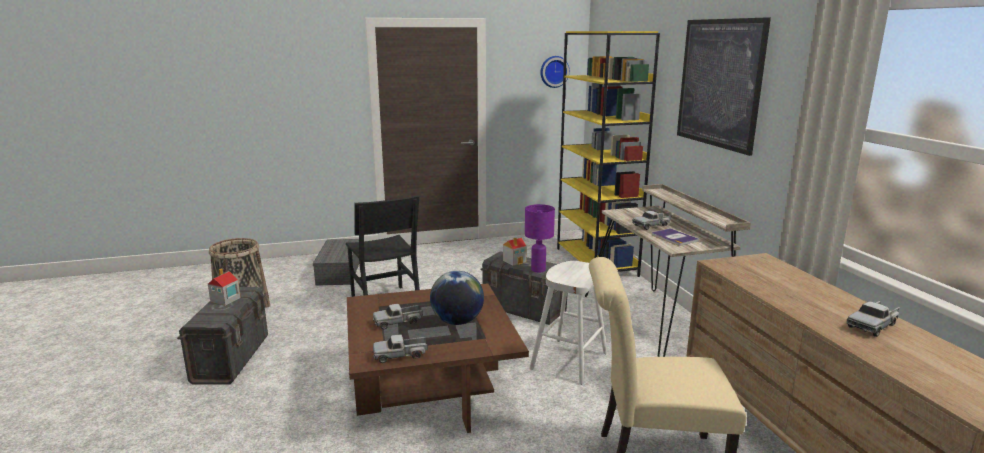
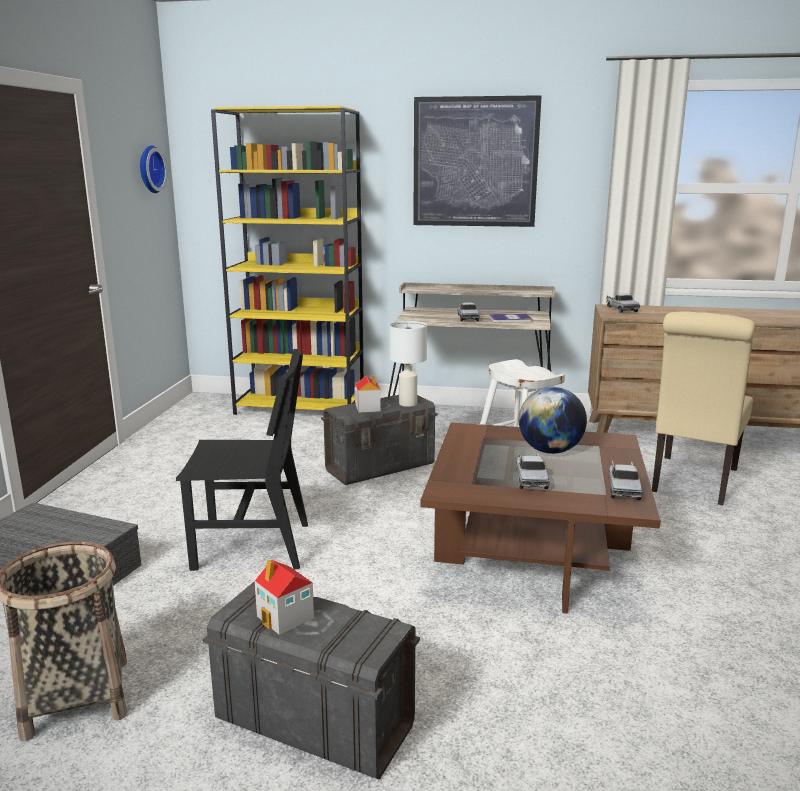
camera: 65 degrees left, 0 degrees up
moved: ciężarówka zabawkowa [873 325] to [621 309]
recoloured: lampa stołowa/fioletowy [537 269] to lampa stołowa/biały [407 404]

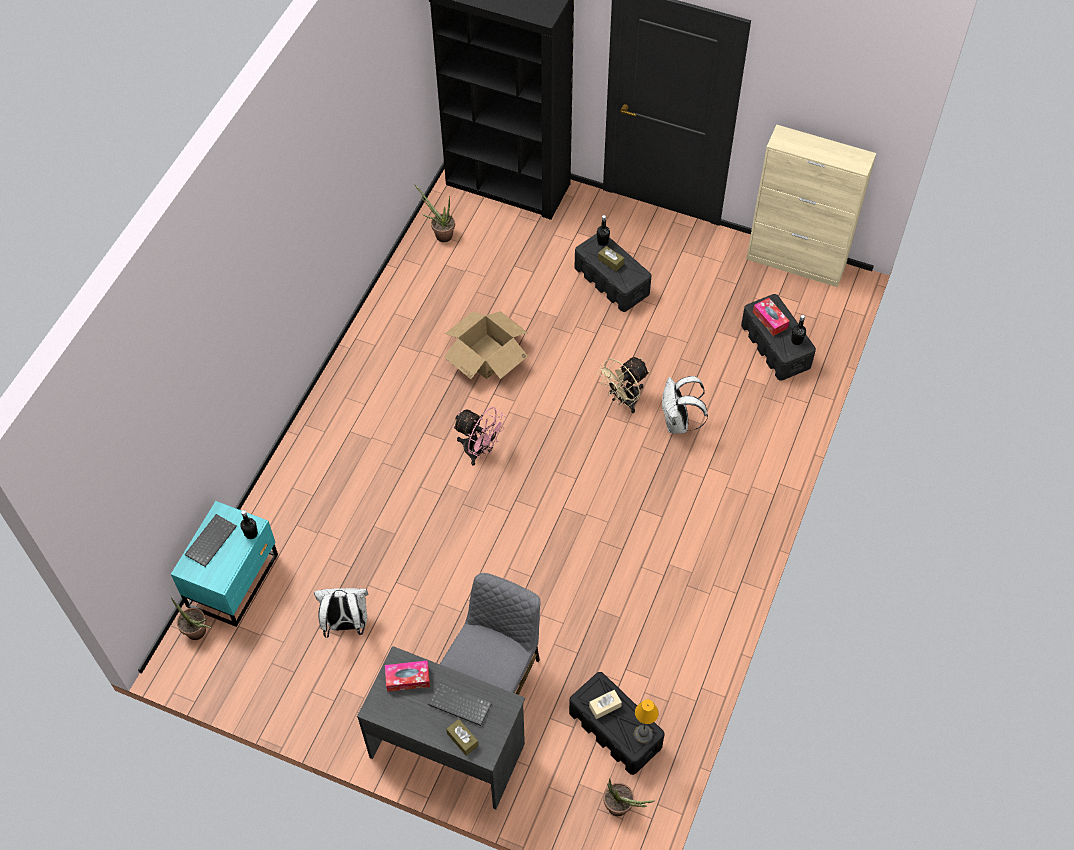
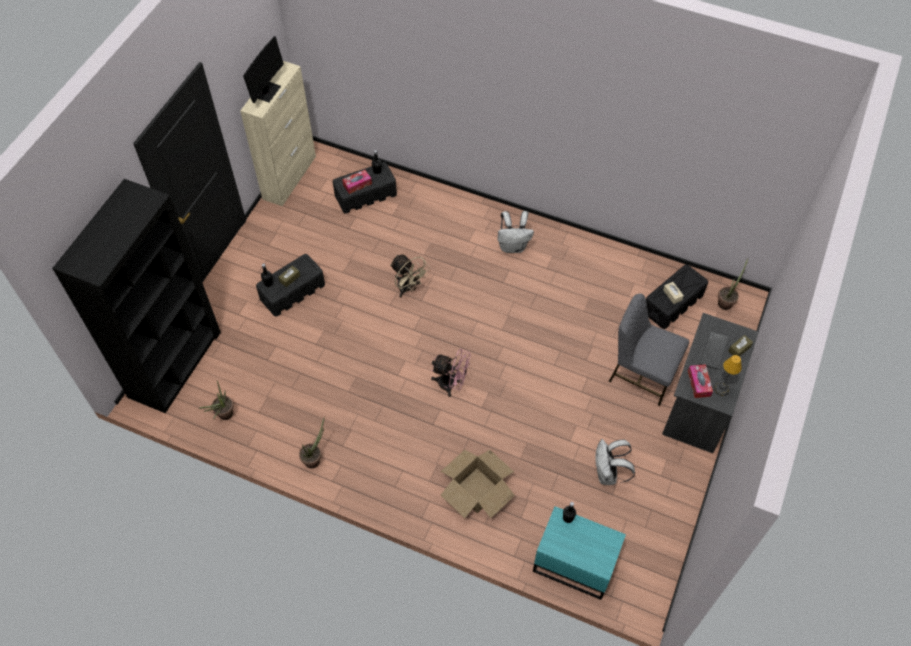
camera: 90 degrees left, 0 degrees up
removed: klawiatura [210 540]
added: monitor [266 91]
moved: roślina doniczkowa [199 634] to [314 458]; karton [487 356] to [477 490]; lampa stołowa [642 735] to [722 389]; plecak/biały [678 423] to [513 246]
turned: wentylator/różowy [479 451] = [451 384] 75 degrees clockwise

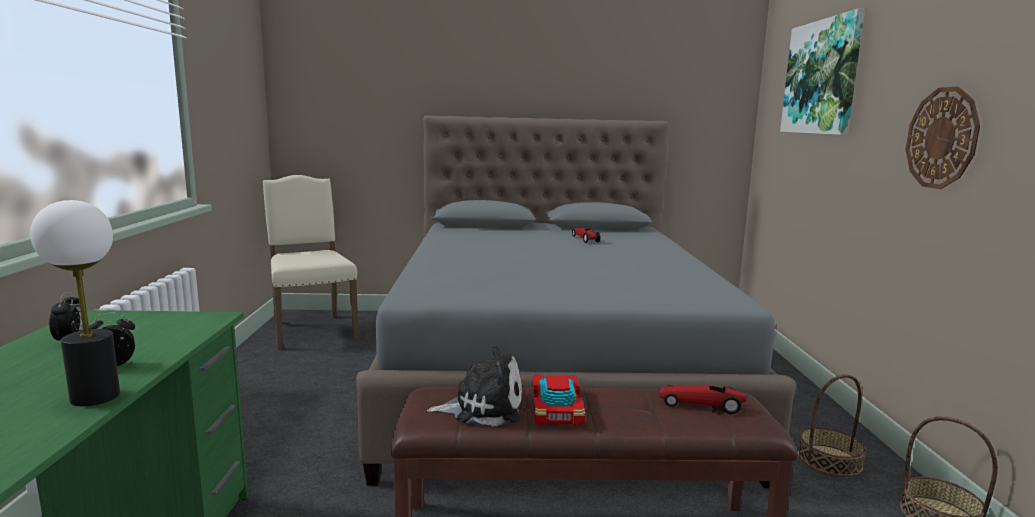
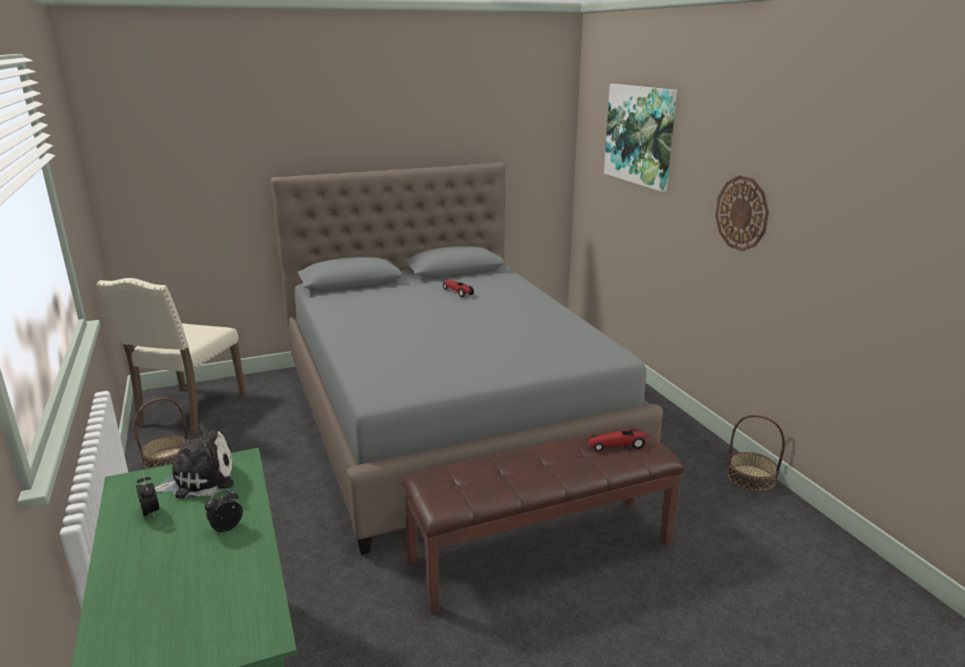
camera: 20 degrees left, 10 degrees up
removed: lampa stołowa [96 396]; samochodzik [557 407]
moved: pluszak [483 408] to [199 479]; koszyk [829 460] to [167 459]
turned: krzesło/beżowy [311 330] = [189 411] 120 degrees counterclockwise

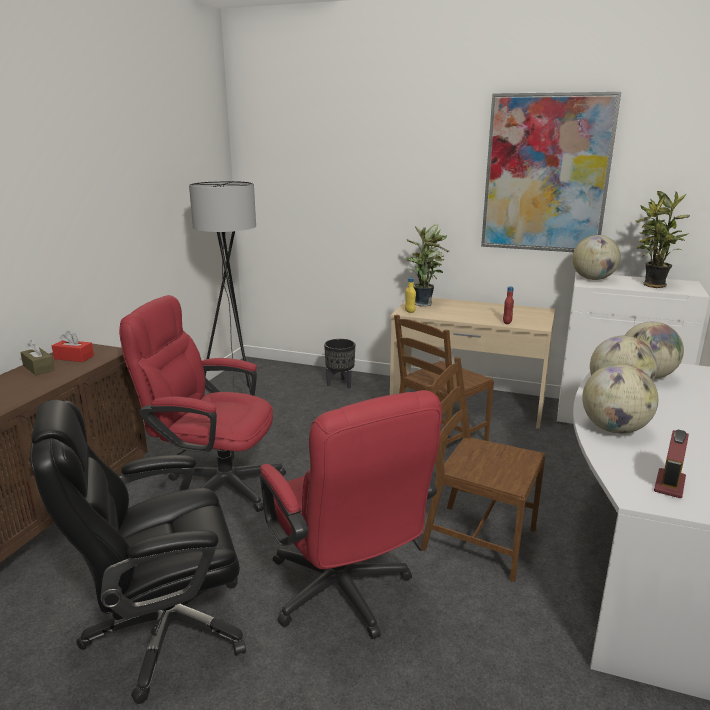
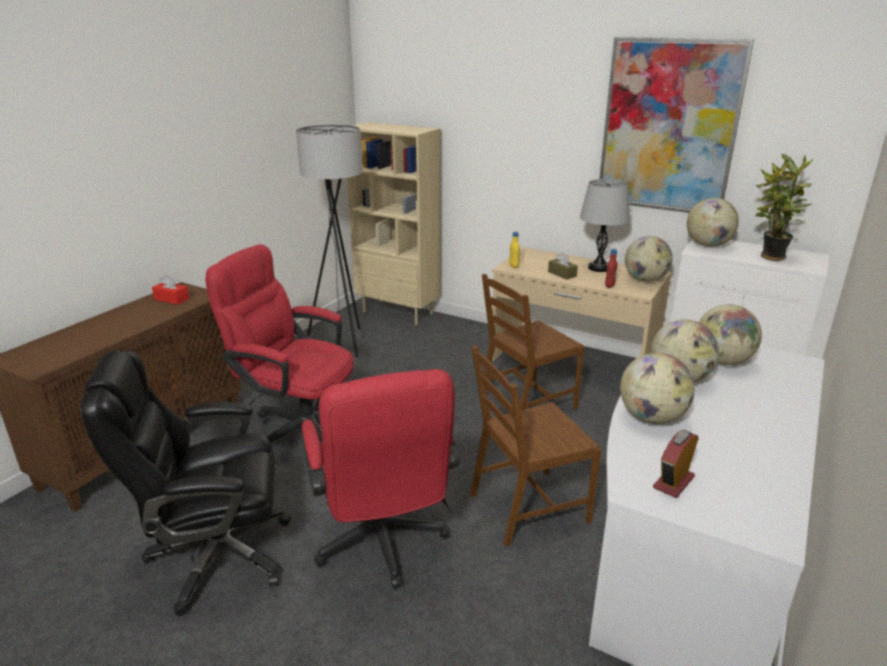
camera: 10 degrees right, 5 degrees up
removed: donica/czarny [339 384]; roślina doniczkowa [424 303]
added: regał/beżowy [398 312]; lampa stołowa/szary [599 268]; globus [645 280]
moved: pudełko chusteczek/brązowy [38 368] to [562 274]
turned: krzesło/brązowy [477 540] = [527 507] 60 degrees counterclockwise

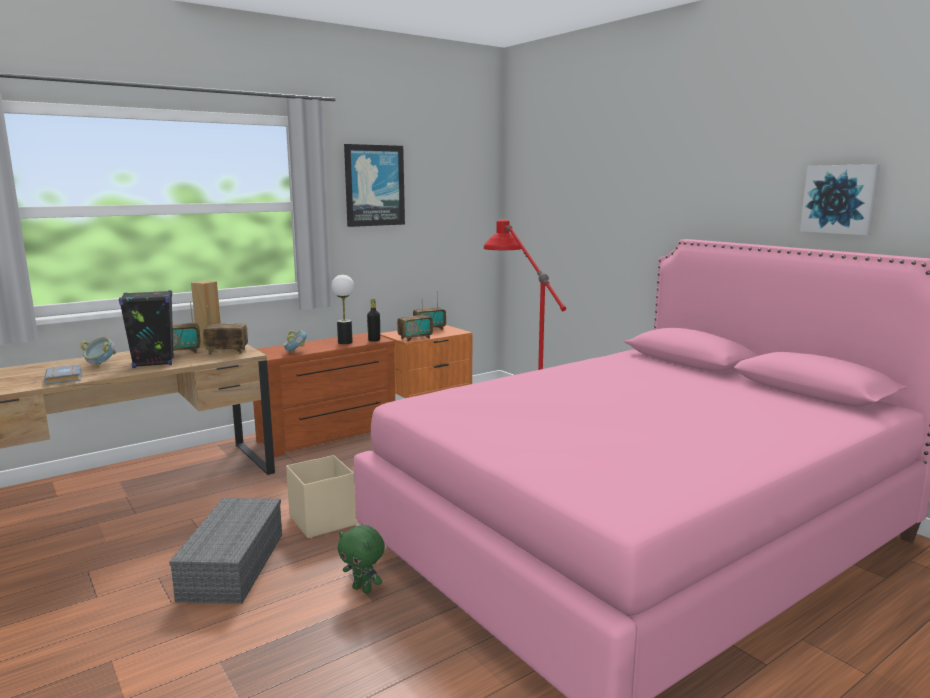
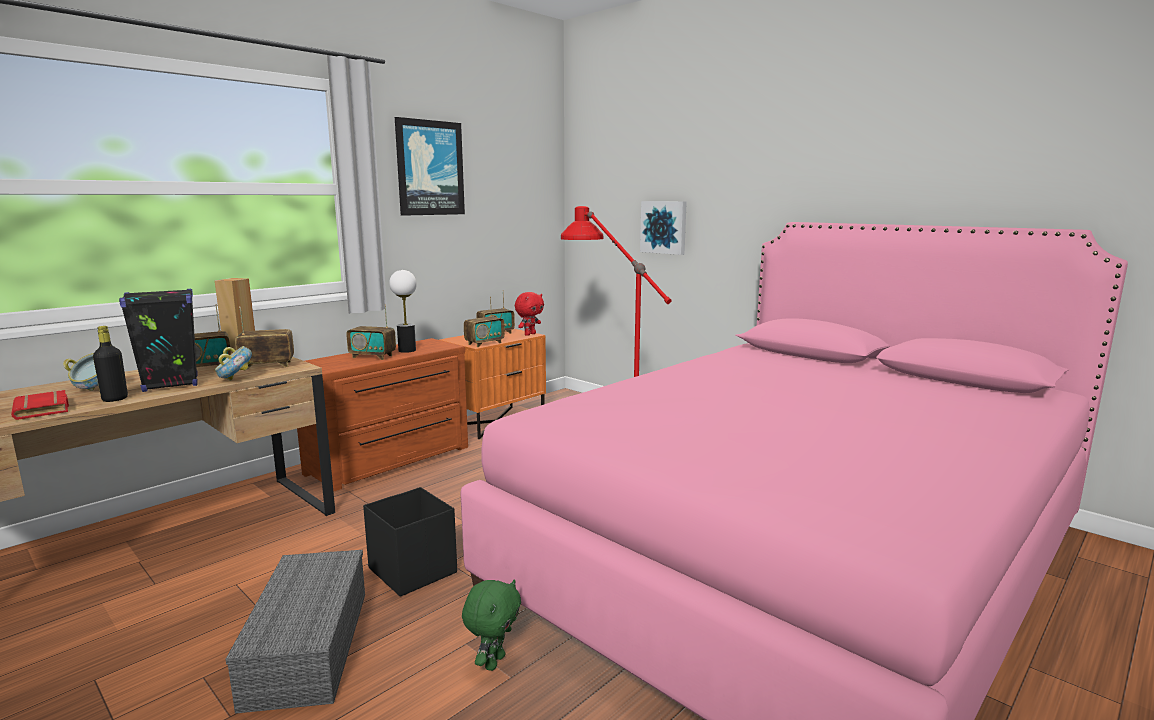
camera: 10 degrees left, 0 degrees up
added: radio [372 356]; pluszak/czerwony [529 334]
moved: miska [295 352] to [235 380]; butelka/czarny [374 340] to [115 399]; obraz [840 199] to [664 227]
recoloured: książka/szary [65 378] to książka/czerwony [44 409]; pojemnik do przechowywania/beżowy [322 520] to pojemnik do przechowywania/czarny [412 570]
turned: pluszak/zielony [363 589] = [493 662] 90 degrees counterclockwise

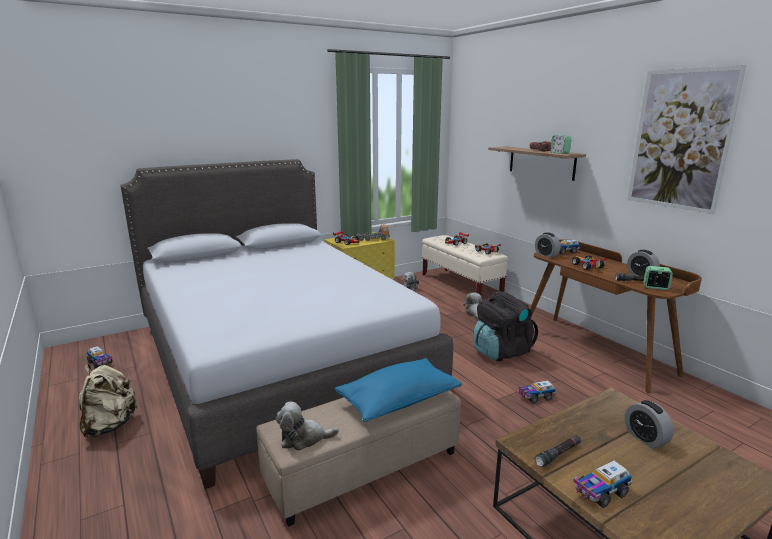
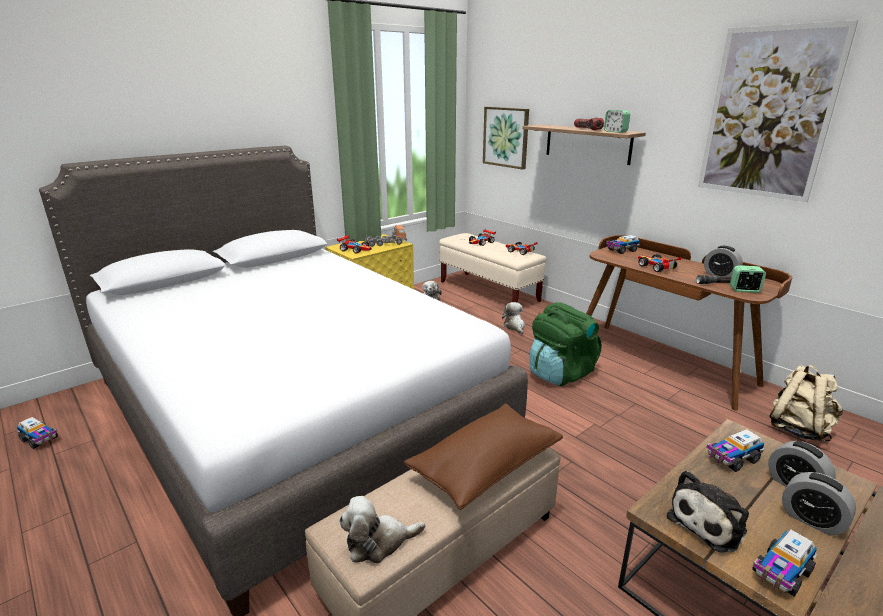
camera: 10 degrees left, 5 degrees up
added: obraz [506 137]
moved: plecak/beżowy [110 425] to [798 429]; ciężarówka zabawkowa [535 397] to [732 458]; budzik [546 255] to [811 520]
replaced: latarka/czarny [558 454] to pluszak [709 523]
recoloured: poduszka/niebieski [398 401] to poduszka/brązowy [485 467]; plecak/czarny [501 351] to plecak/zielony [560 373]

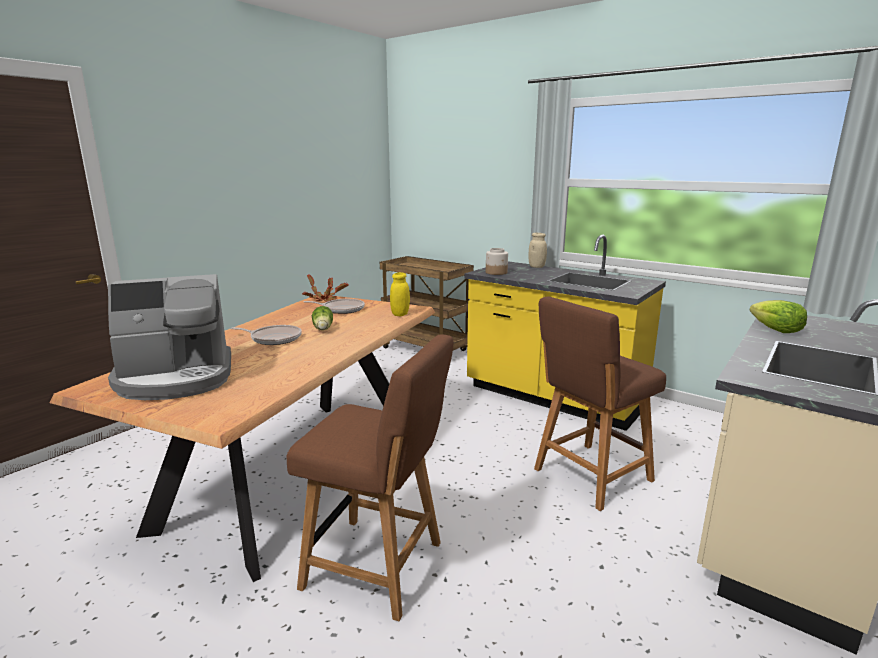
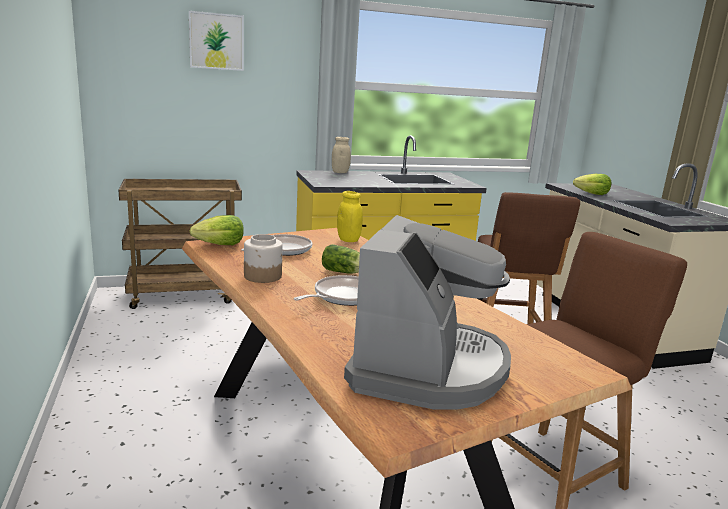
camera: 55 degrees left, 0 degrees up
added: obraz [216 41]
moved: słoik [496 272] to [263 276]
replaced: roślina doniczkowa [324 299] to sałata [220 245]

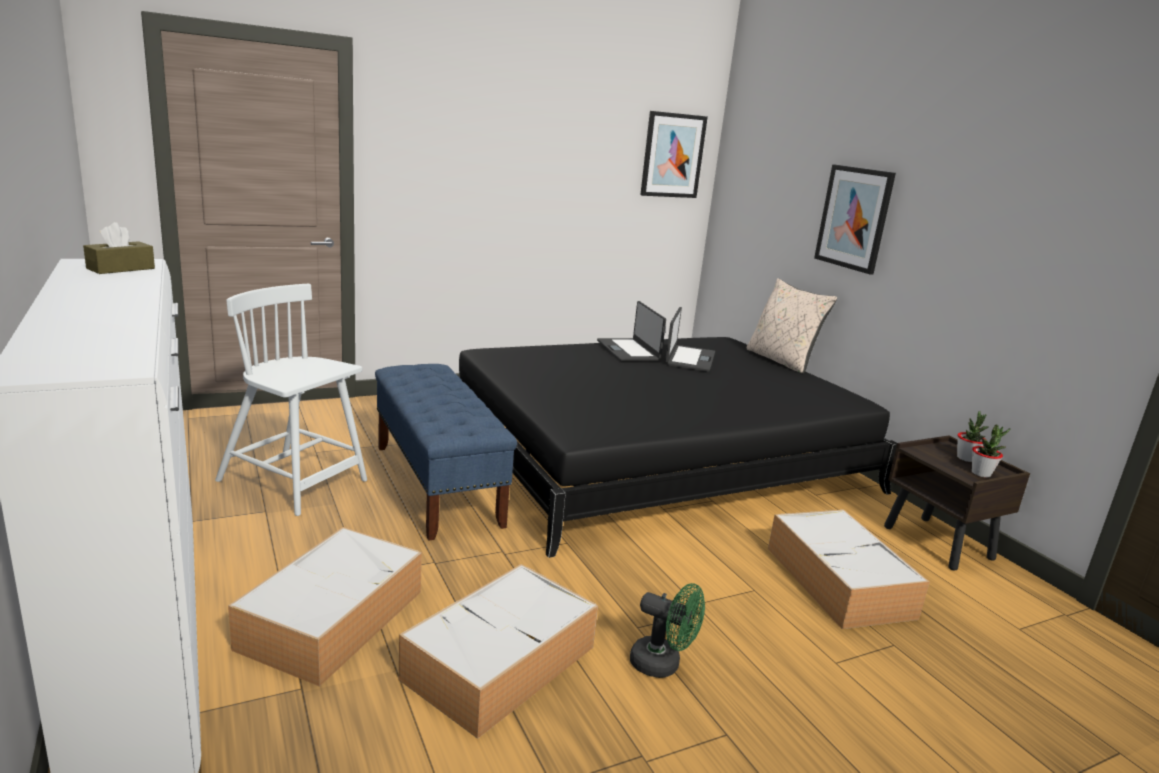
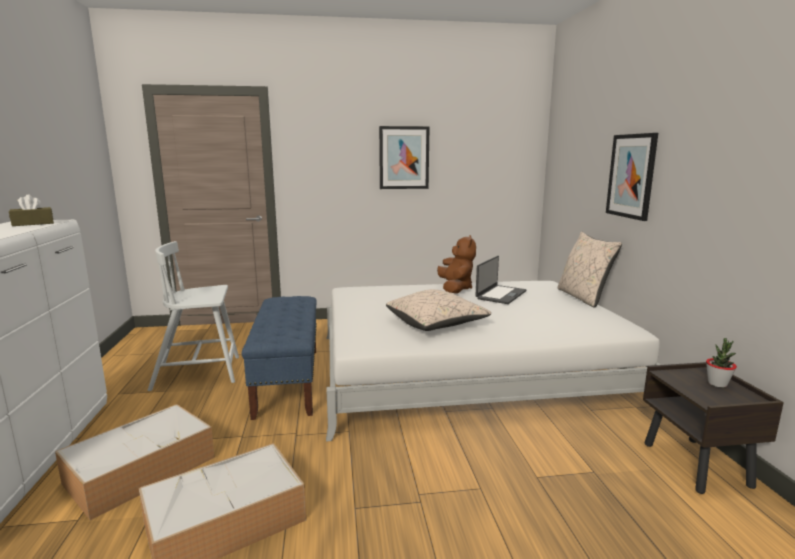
camera: 20 degrees right, 5 degrees down
removed: wentylator/zielony [663 665]; pojemnik do przechowywania [840 583]; roślina doniczkowa [981 473]
added: poduszka/beżowy [436 324]
moved: obraz [672 155] to [404 158]
replaced: laptop [629 350] to pluszak/brązowy [455 289]
recoloured: łóżko/czarny [656 455] to łóżko/biały [467 369]
turned: krzesło/biały [294 482] = [199 373] 60 degrees counterclockwise

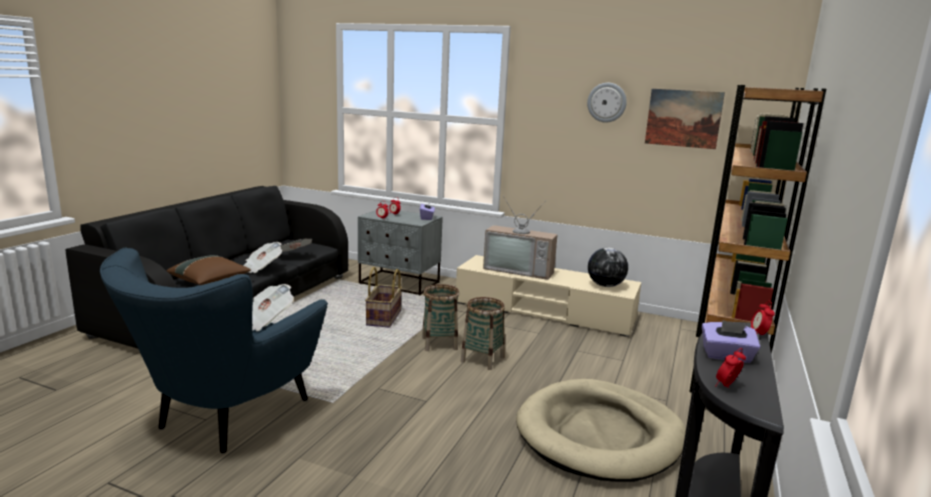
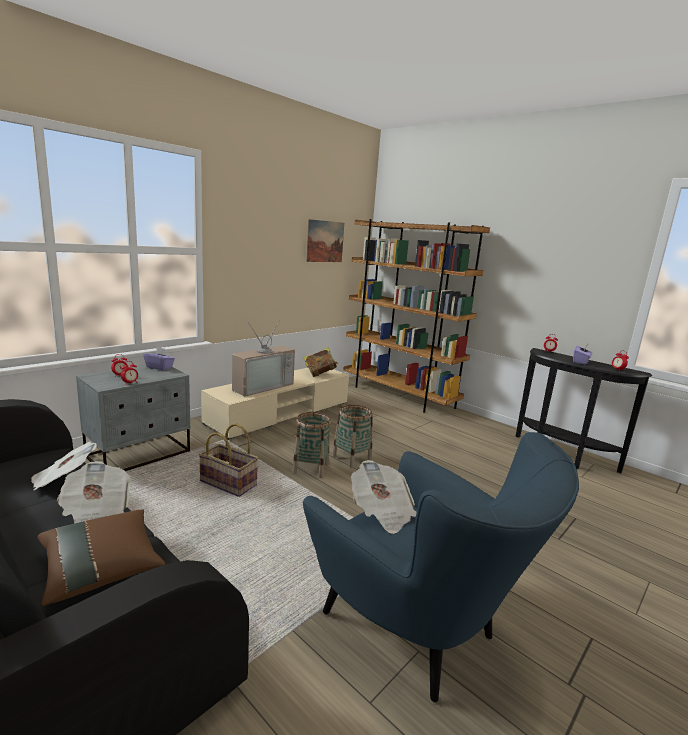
camera: 70 degrees left, 0 degrees up
removed: legowisko/beżowy [599 435]; zegar ścienny [606 102]
replaced: globus [605 285] to książka [320 374]

